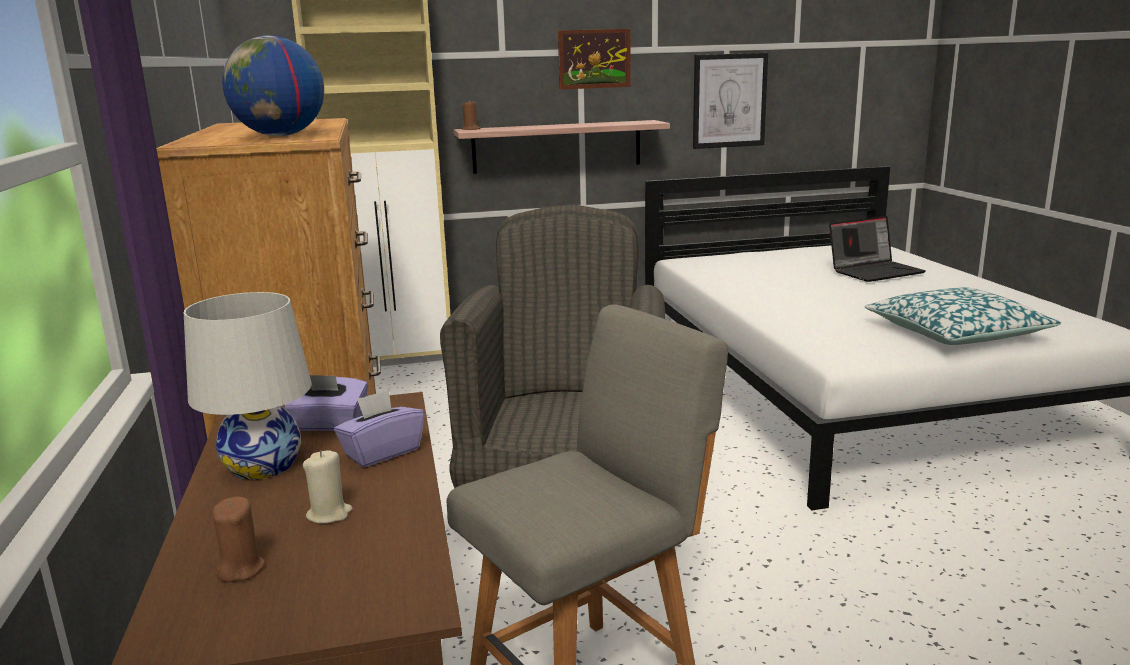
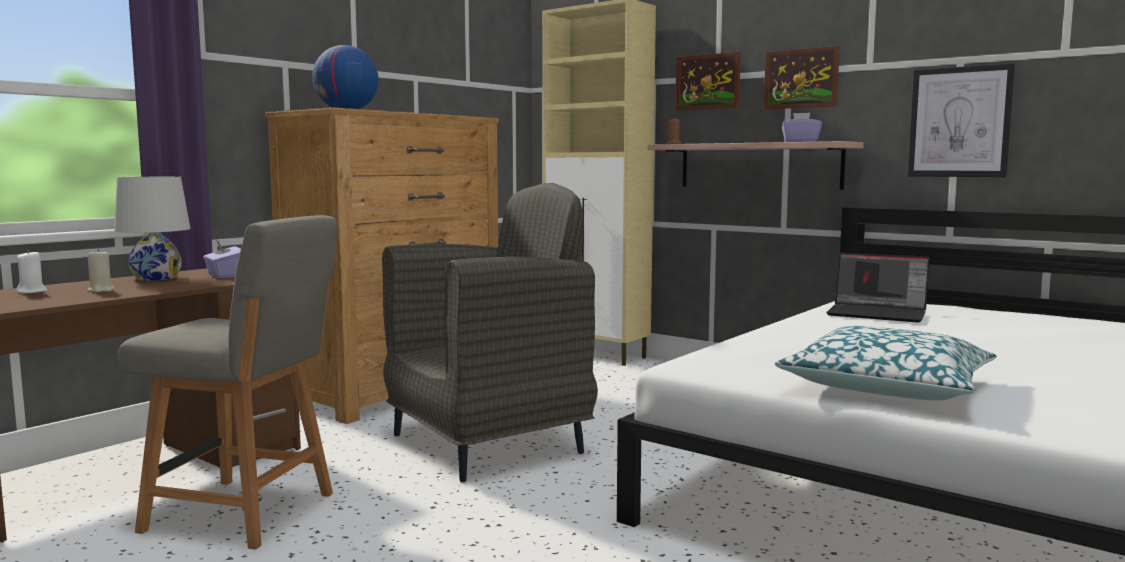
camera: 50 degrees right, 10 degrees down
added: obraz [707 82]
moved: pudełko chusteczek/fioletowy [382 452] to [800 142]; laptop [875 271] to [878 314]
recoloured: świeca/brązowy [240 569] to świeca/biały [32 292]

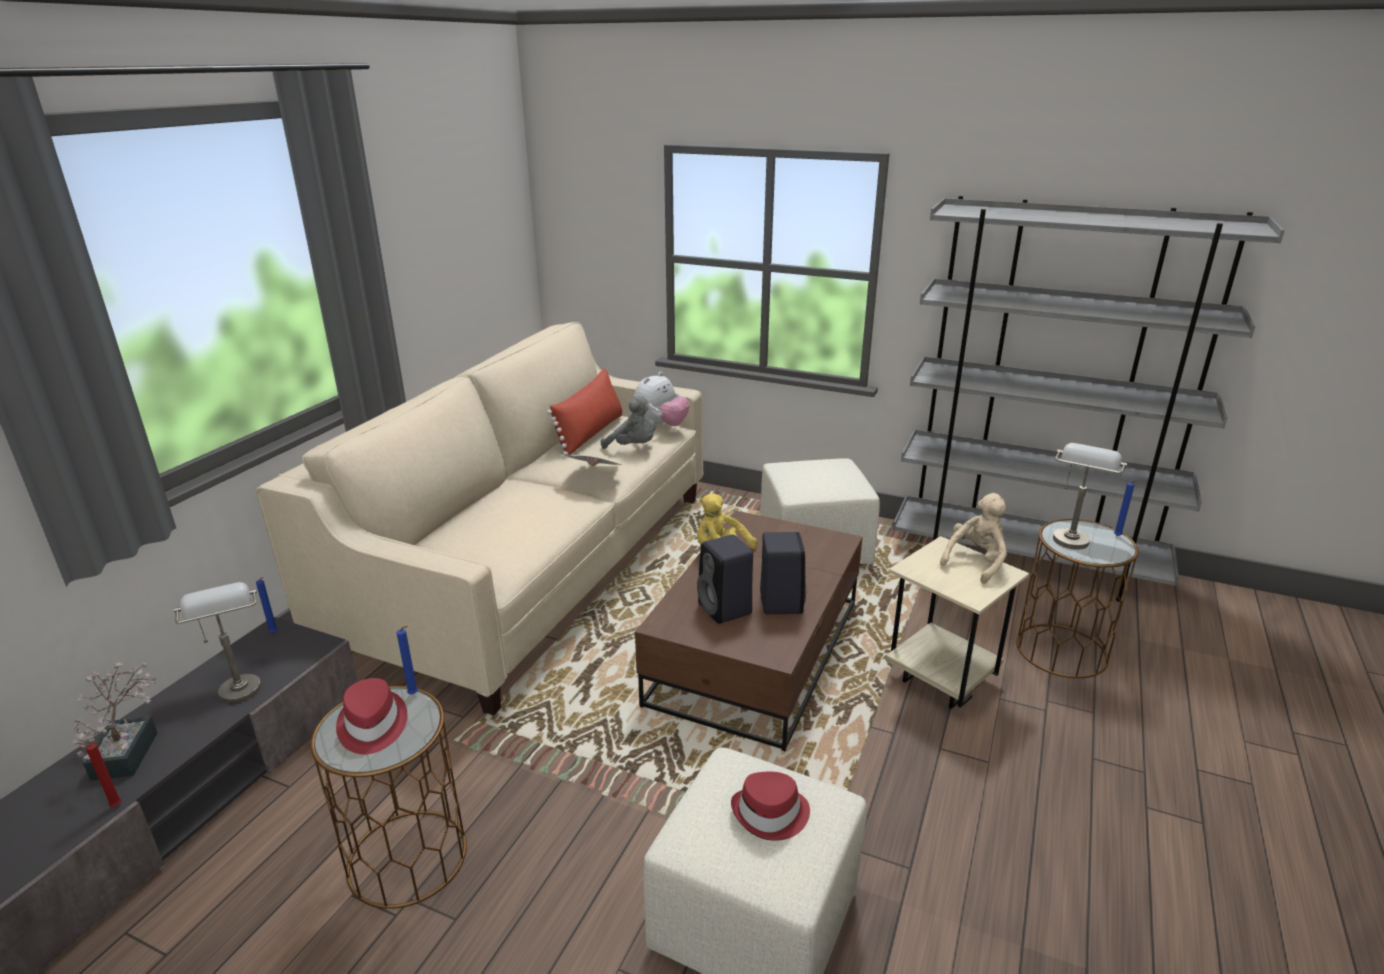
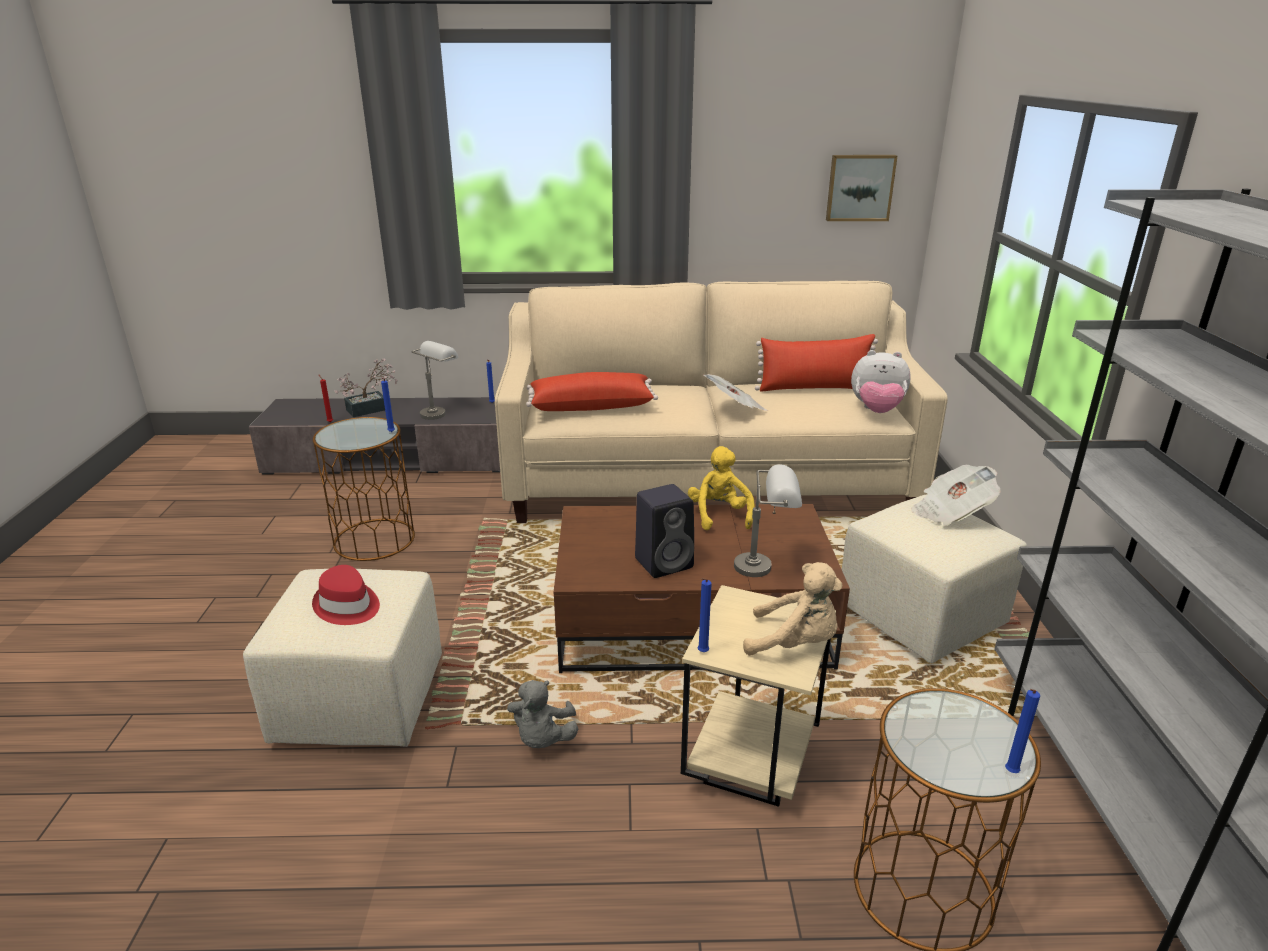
camera: 65 degrees right, 0 degrees up
removed: kapelusz/czerwony [371 726]; głośnik/czarny [726 609]
added: poduszka/czerwony [591 406]; świeca/niebieski [702 653]; obraz [859 187]; gazeta [951 512]
moved: pluszak/szary [633 447] to [543 739]; lampa stołowa/szary [1071 535] to [765 566]

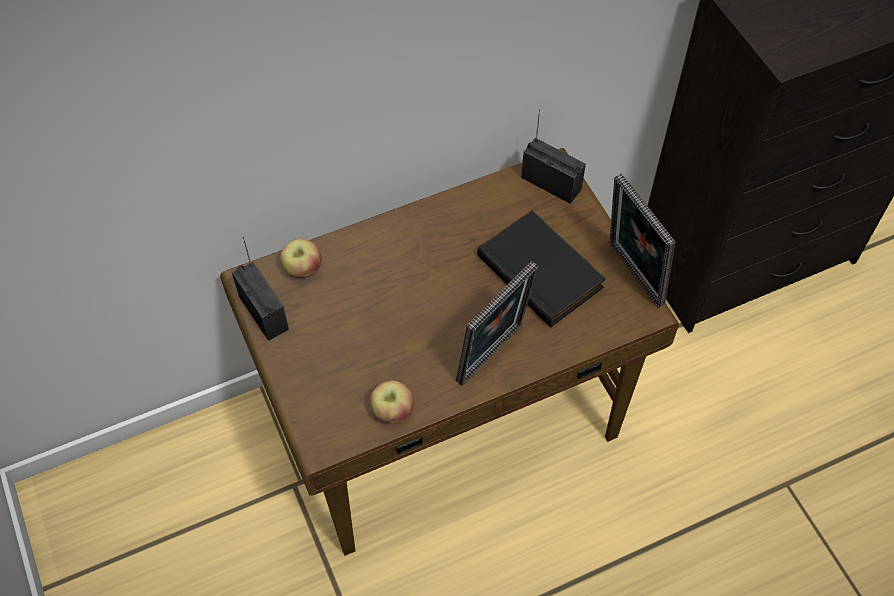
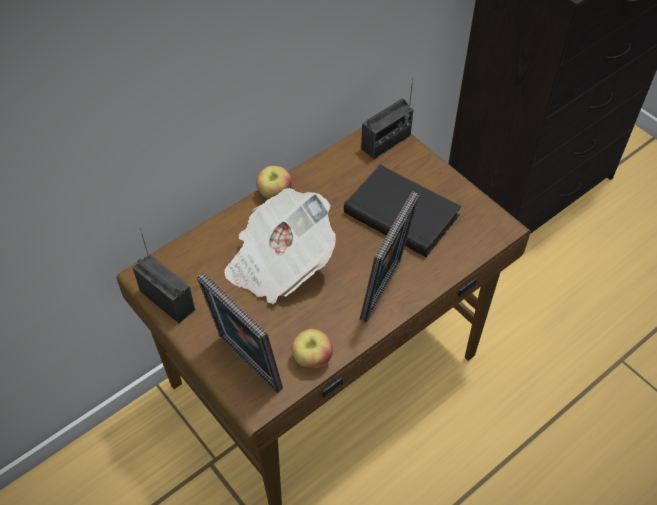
camera: 15 degrees left, 5 degrees down
added: gazeta [279 263]
moved: jabłko [302 269] to [275 194]; ramka na zdjęcie [631 276] to [246 366]
turned: radio [551 183] = [386 142] 120 degrees clockwise

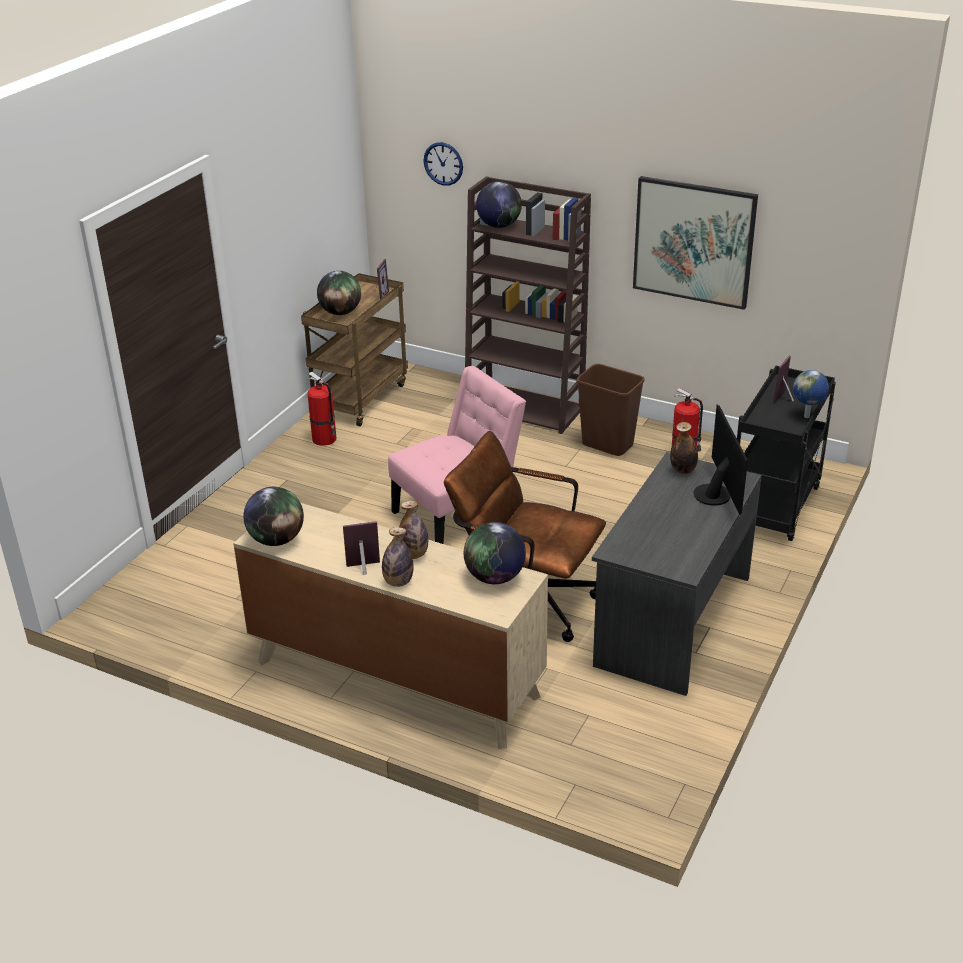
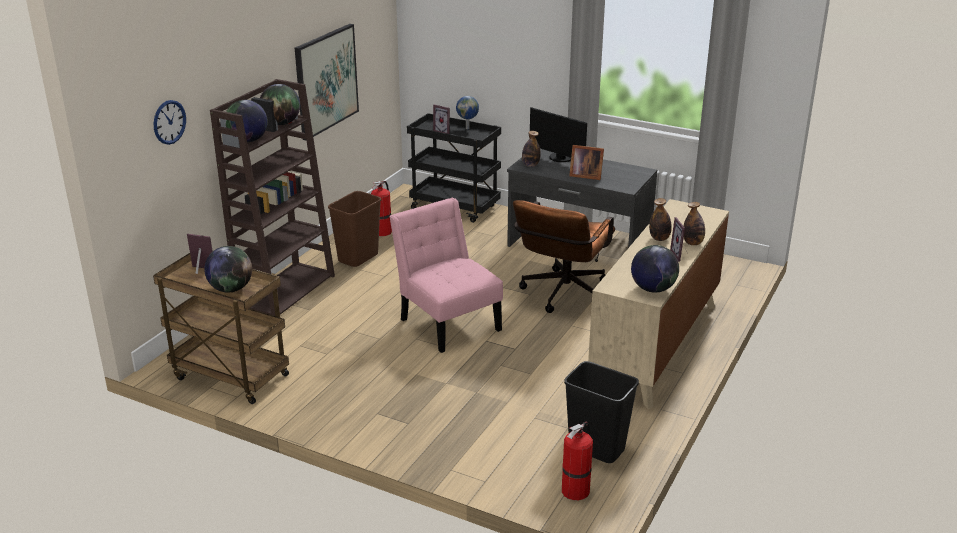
camera: 90 degrees left, 5 degrees down
added: kosz na śmieci/czarny [597 448]; ramka na zdjęcie [585 175]
moved: gaśnica [325 439] to [576 490]; globus [495 577] to [281 123]
turned: monitor [716 494] = [559 158] 135 degrees counterclockwise

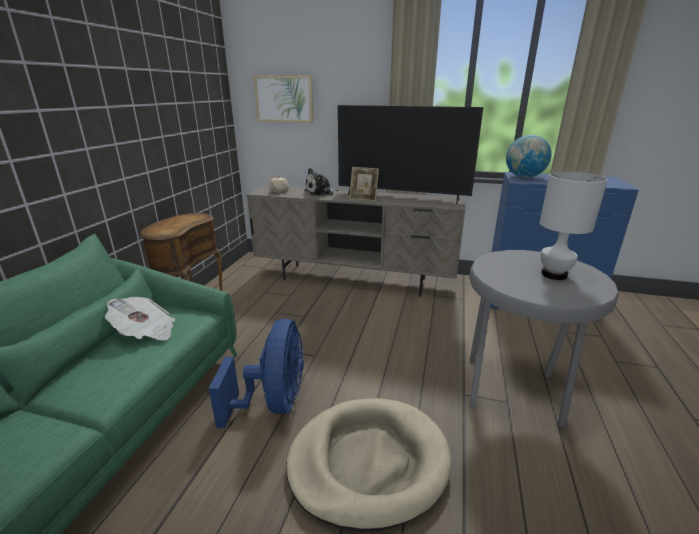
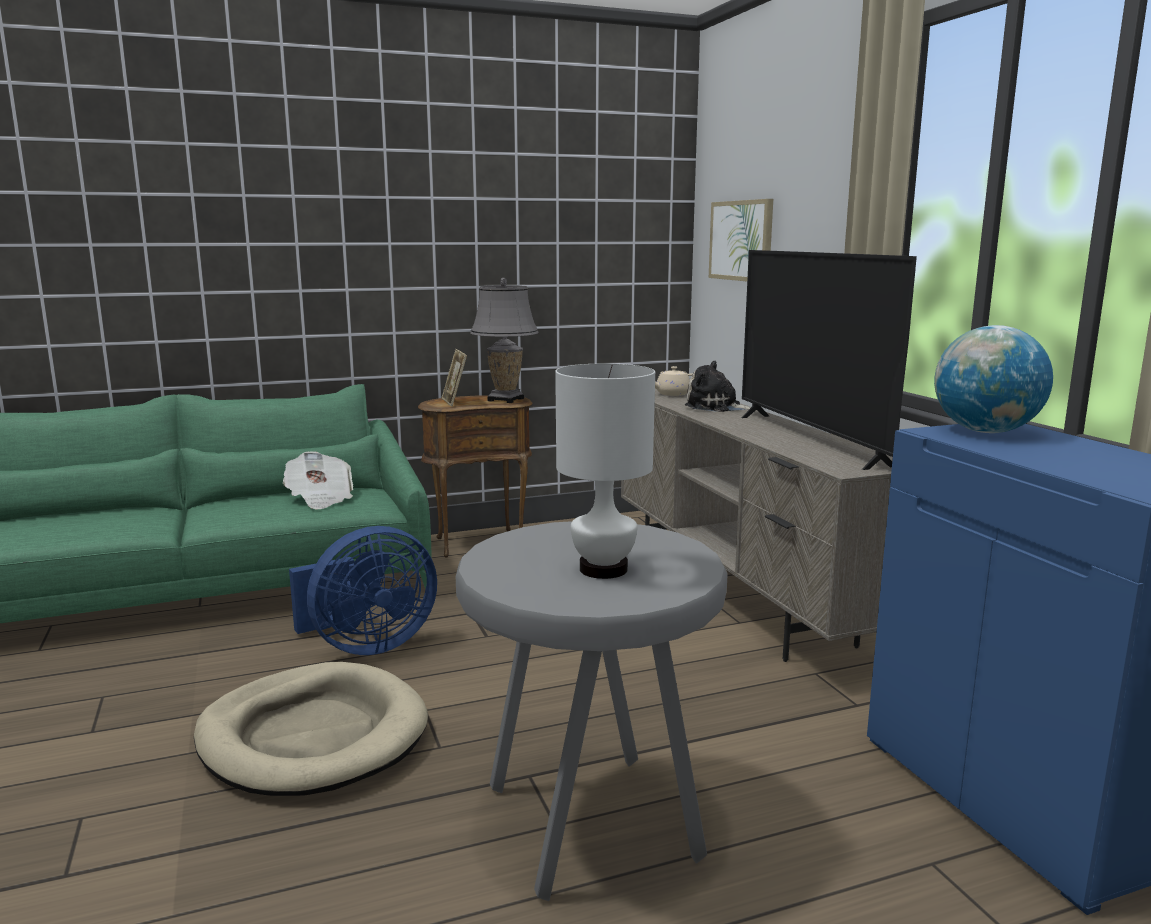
camera: 55 degrees right, 10 degrees down
added: lampa stołowa/szary [505 399]
moved: ramka na zdjęcie [363 199] to [454 402]

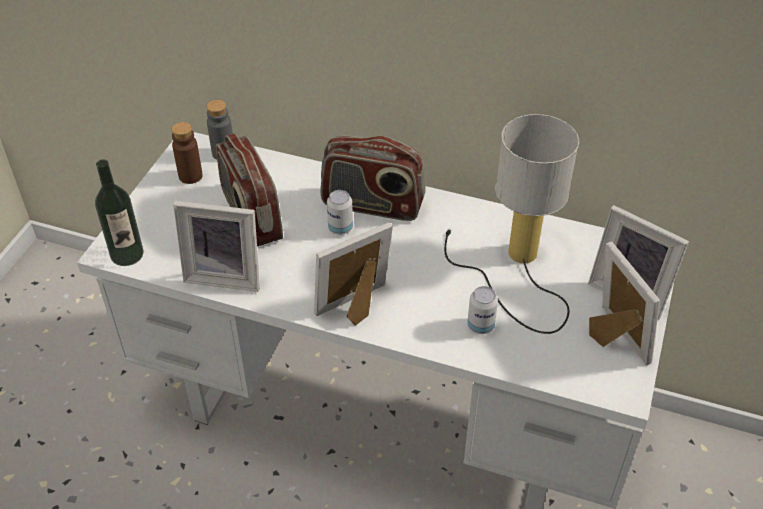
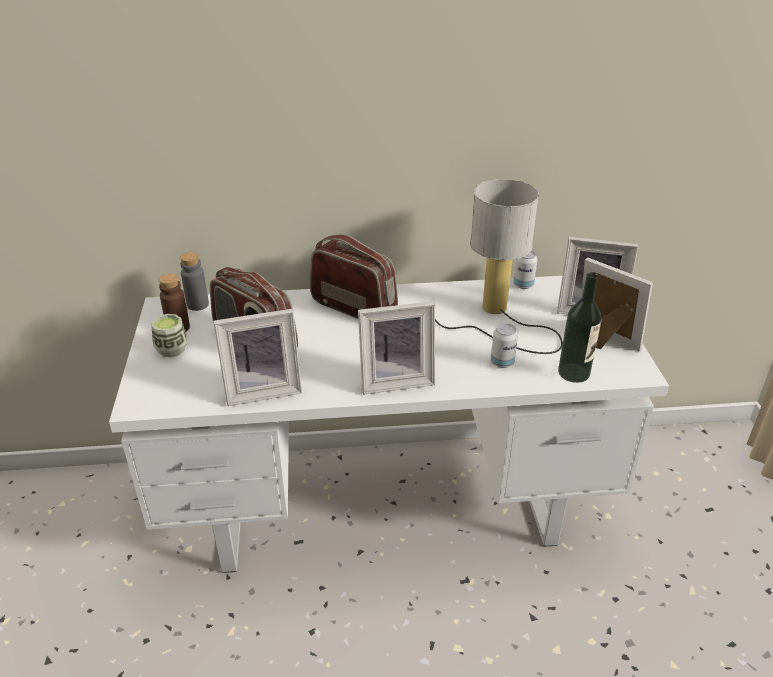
camera: 25 degrees left, 10 degrees down
added: filiżanka [172 349]
moved: butelka [127 254] to [573 373]; puszka [340 228] to [523 285]
turned: ramka na zdjęcie [357 308] = [395 380] 135 degrees counterclockwise; radio [372 204] = [354 307] 135 degrees counterclockwise

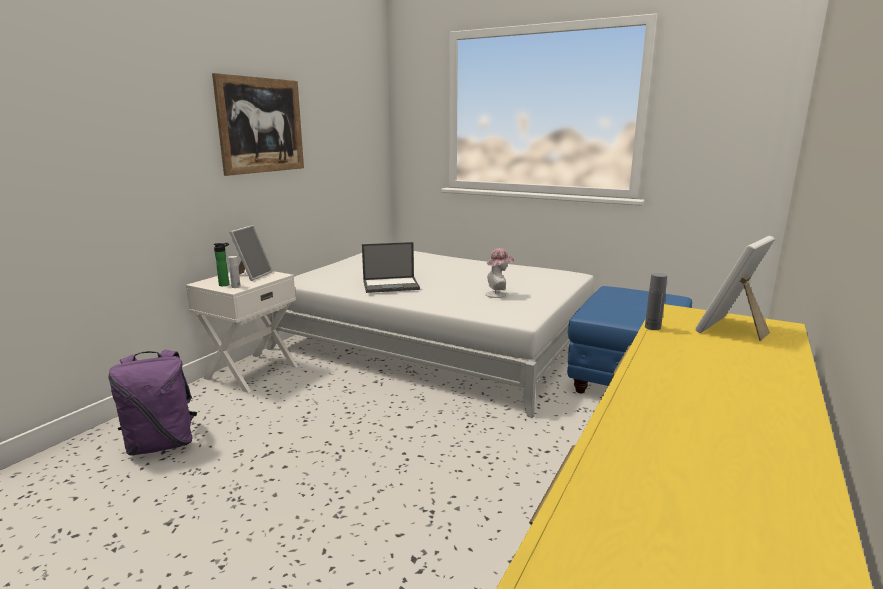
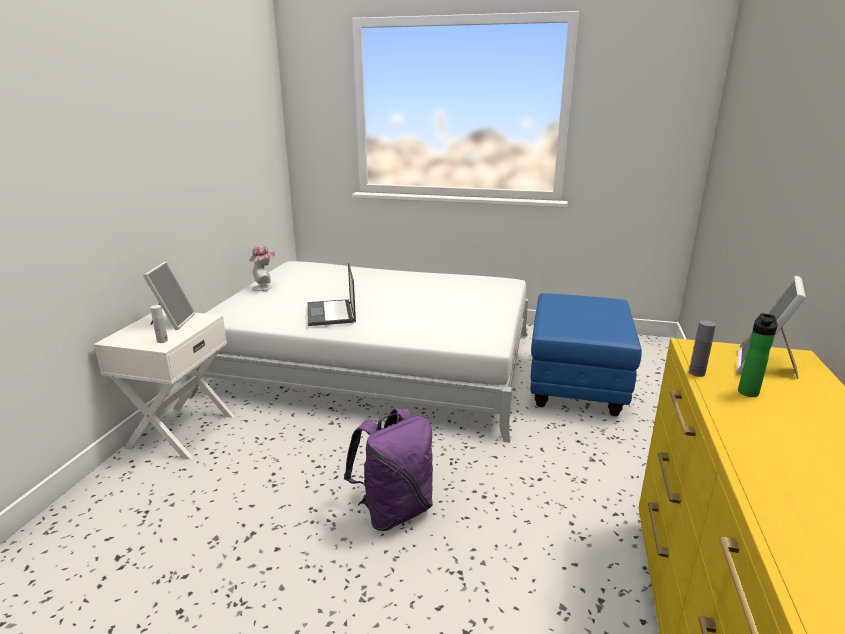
camera: 15 degrees left, 5 degrees up
removed: obraz [261 125]
moved: plecak/fioletowy [162 444] to [394 510]; butelka [225 284] to [748 391]; kapelusz [498 294] to [264 287]
turned: laptop [391 285] = [331 313] 105 degrees clockwise

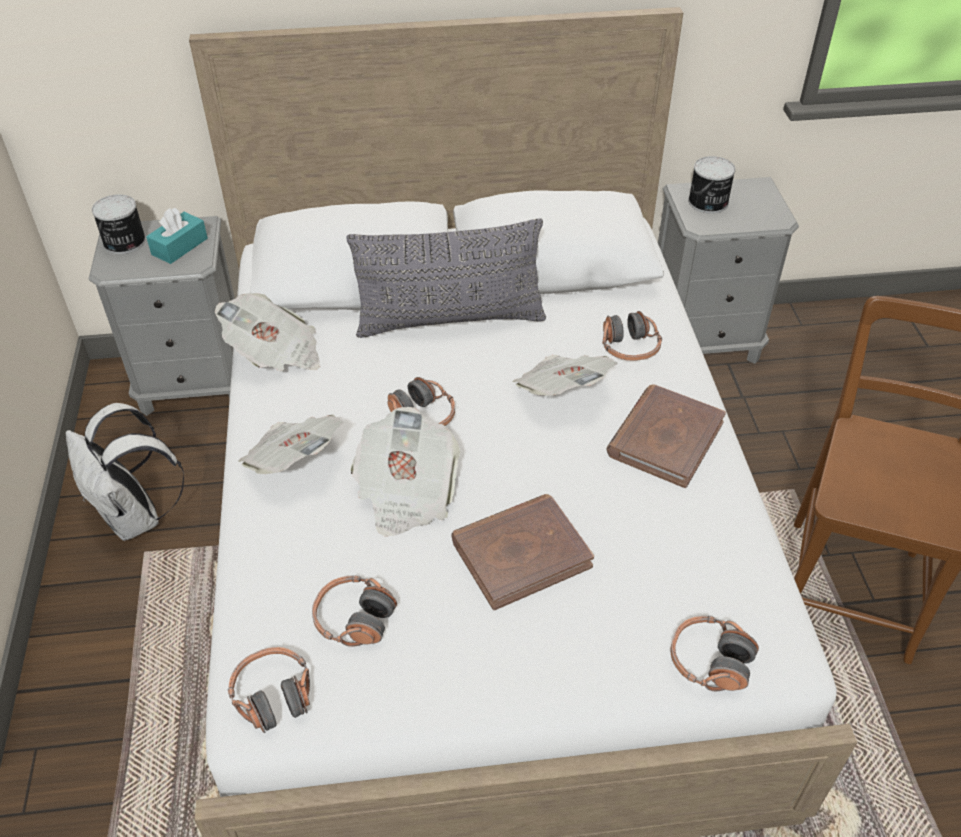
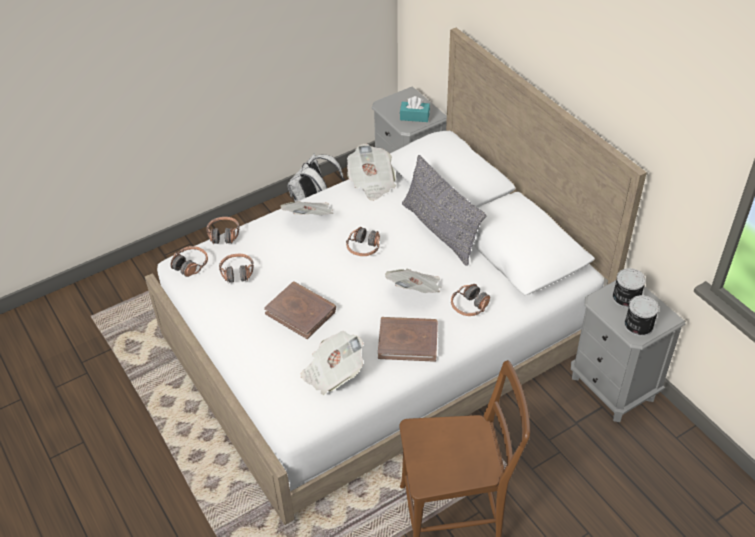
camera: 65 degrees right, 0 degrees up
moved: puszka [124 242] to [638 325]; gazeta [406 493] to [333 373]; słuchawki [709 661] to [223 235]

